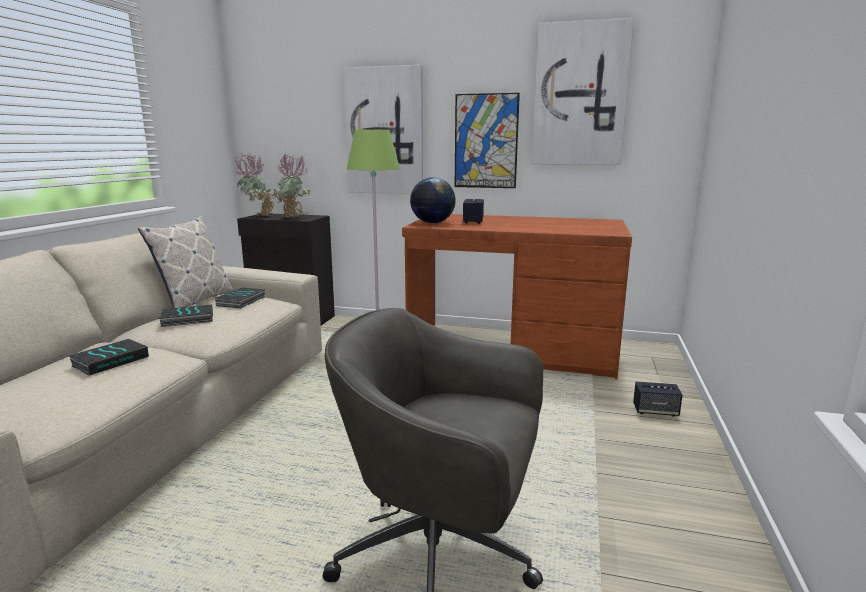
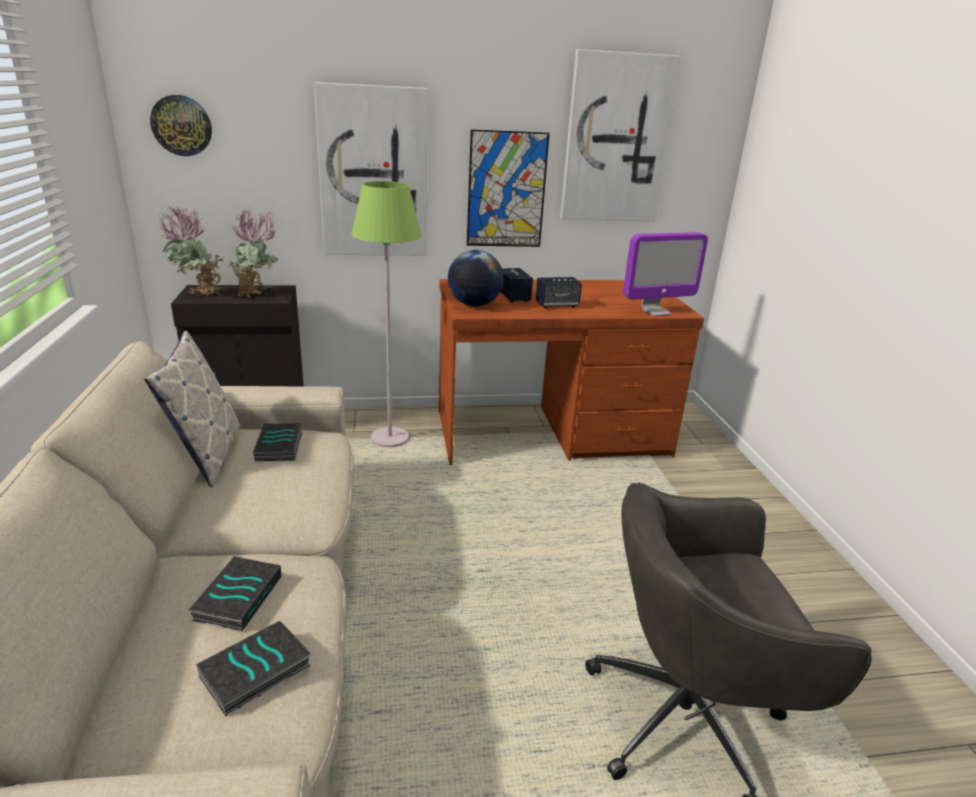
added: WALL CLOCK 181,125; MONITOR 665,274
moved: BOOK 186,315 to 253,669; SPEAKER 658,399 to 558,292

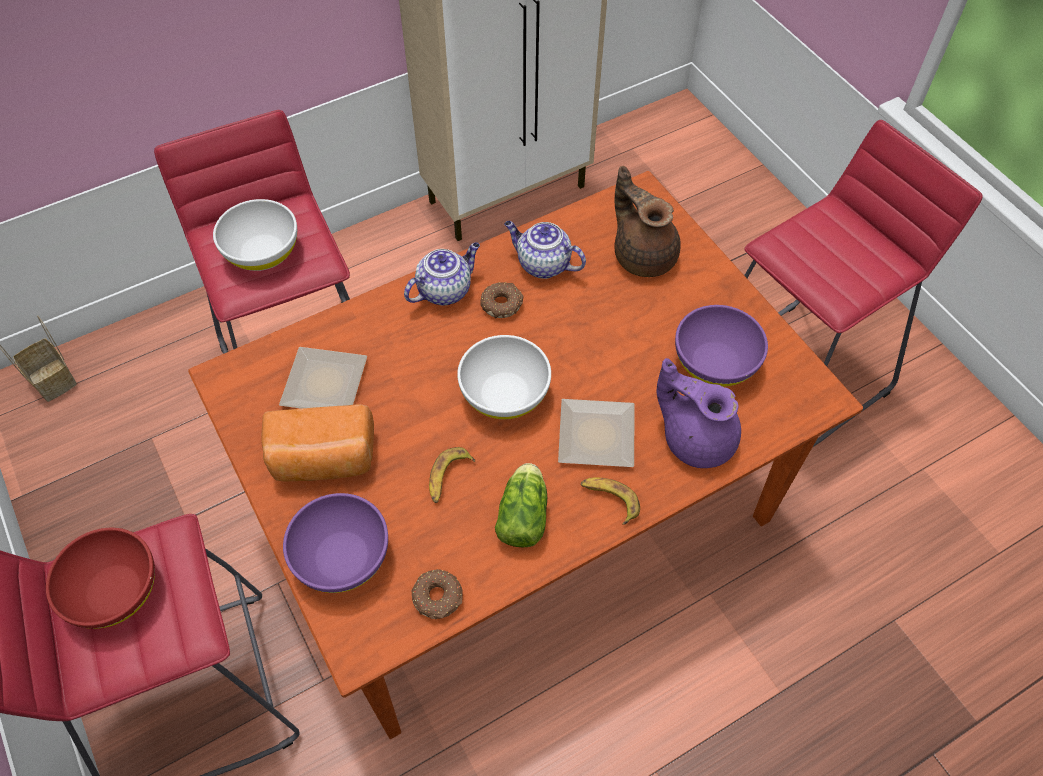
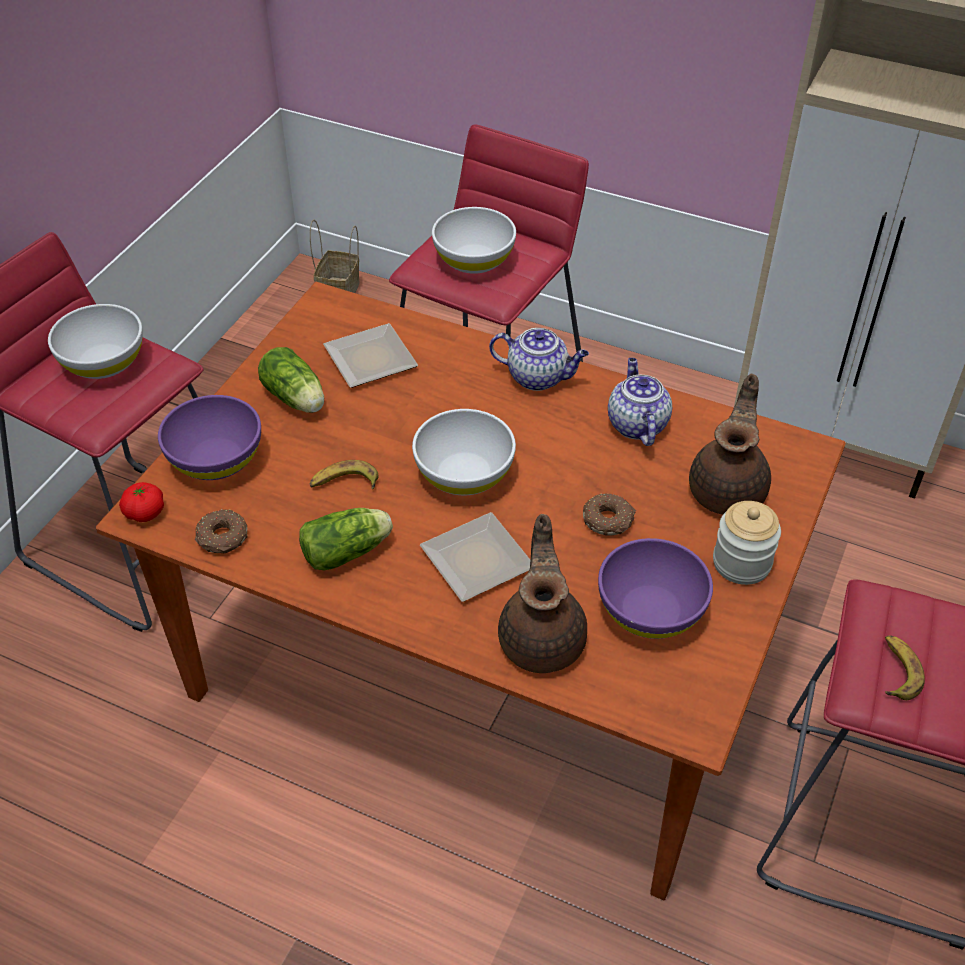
added: TOMATO 141,502; JAR 747,543
moved: DONUT 501,300 to 609,514; BANANA 610,501 to 905,667
replaced: BREAD 317,443 to LETTUCE 291,380
recoloured: PURPLE TEAPOT 699,413 to BROWN TEAPOT 542,593; RED BOWL 100,578 to WHITE BOWL 95,341

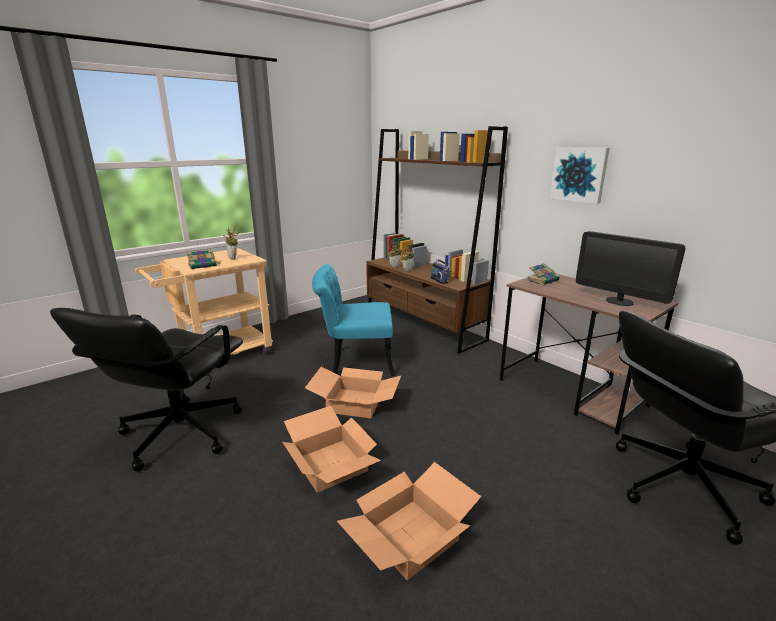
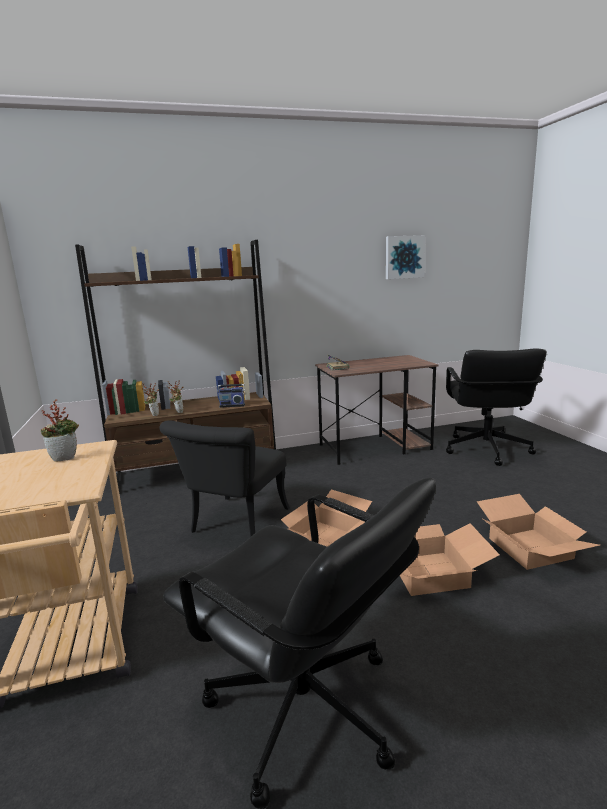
removed: MONITOR 630,268; BOOK 204,259
moved: PICTURE 580,175 to 405,257
recoloured: TURQUOISE CHAIR 353,320 to BLACK CHAIR 224,478

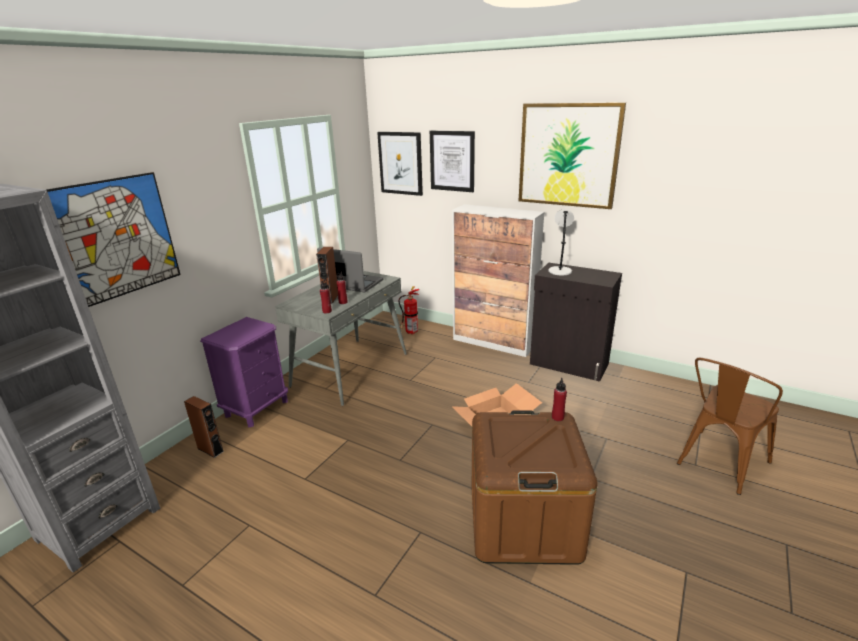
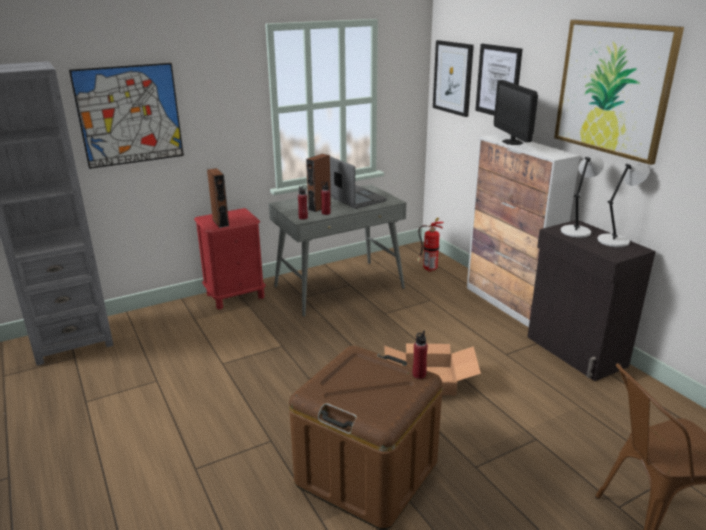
added: MONITOR 516,112; GREY TABLE LAMP 623,205
moved: BROWN SPEAKER 204,427 to 218,198
recoloured: PURPLE NIGHTSTAND 244,372 to RED NIGHTSTAND 230,259

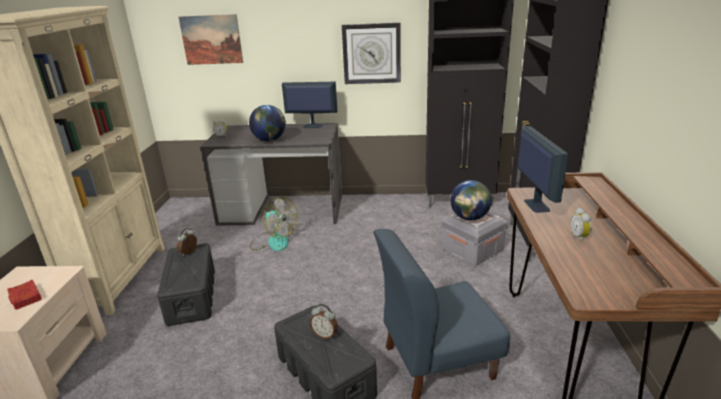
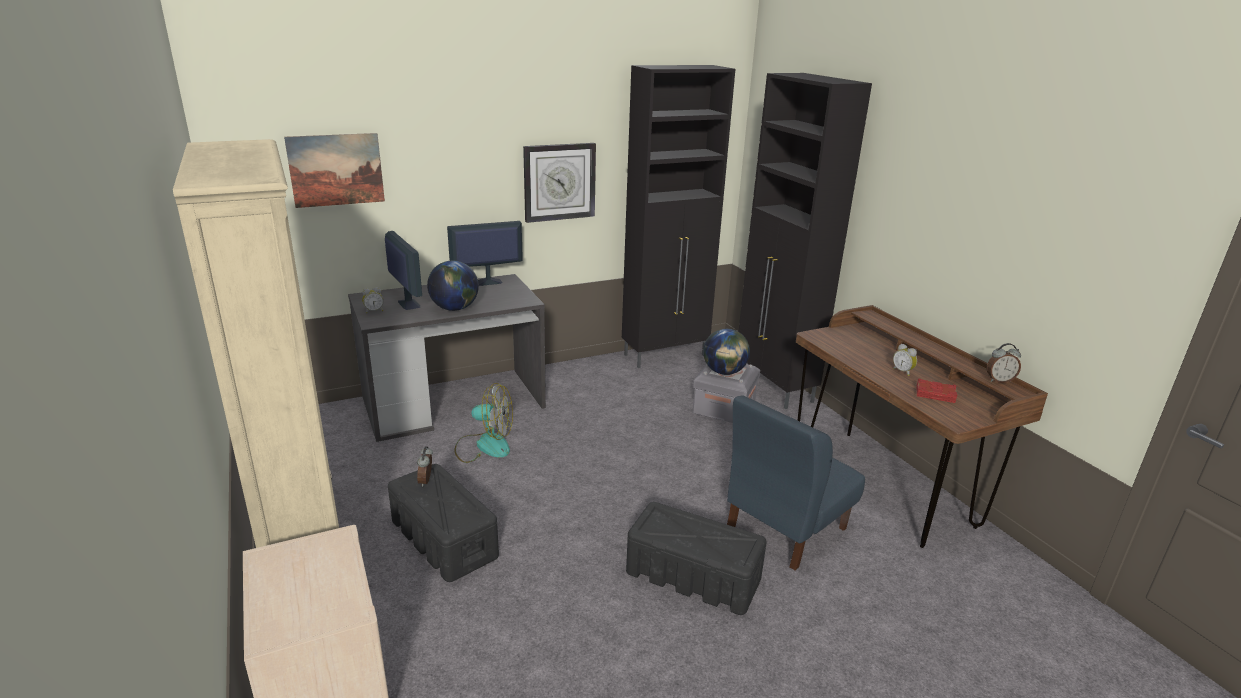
moved: MONITOR 543,169 to 403,270; RED BOOK 24,295 to 937,390; ALARM CLOCK 324,321 to 1004,363

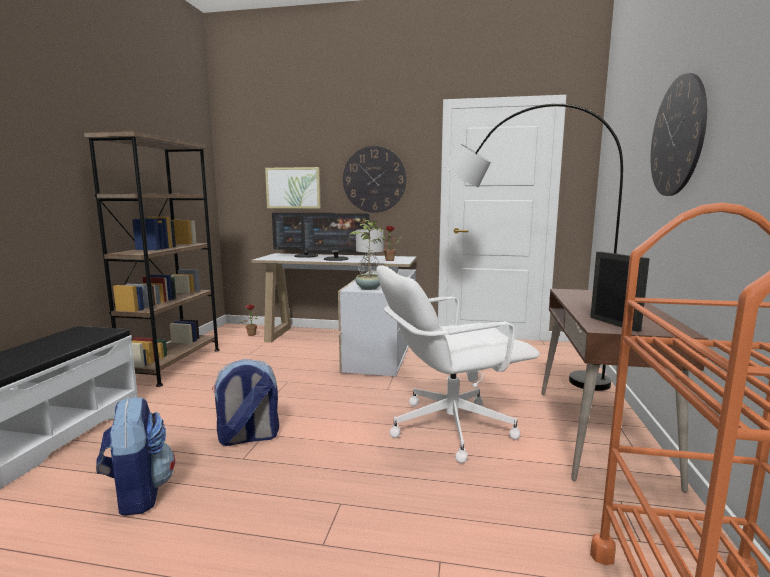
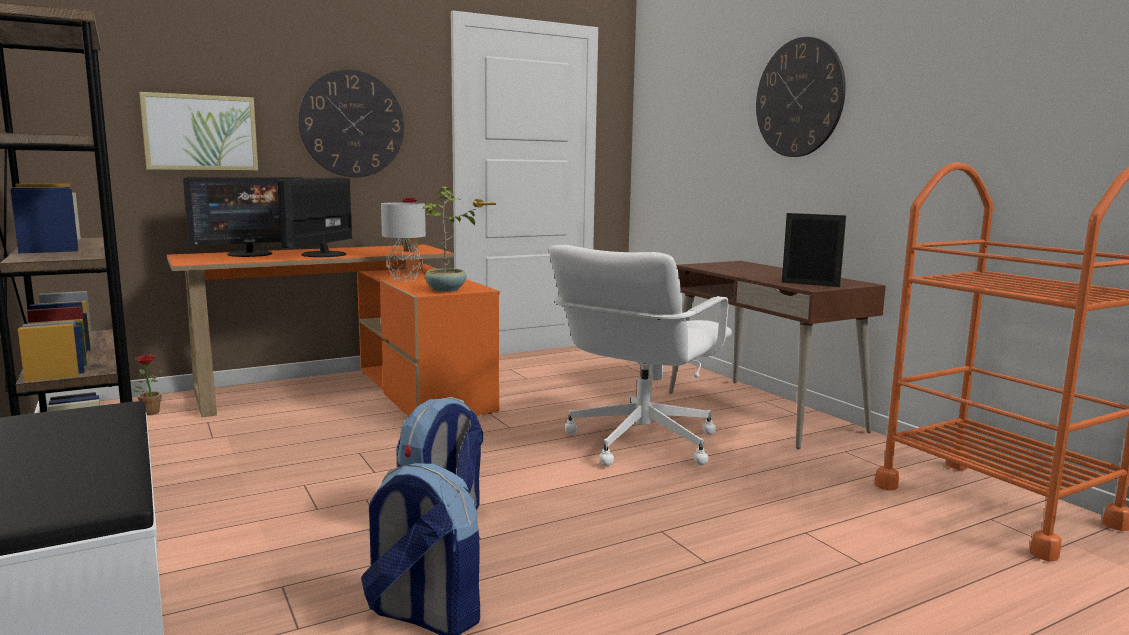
removed: GREY FLOOR LAMP 533,247
recoloured: WHITE DESK 334,314 to ORANGE DESK 333,330
turned: MONITOR 335,237 = 315,217 150 degrees clockwise

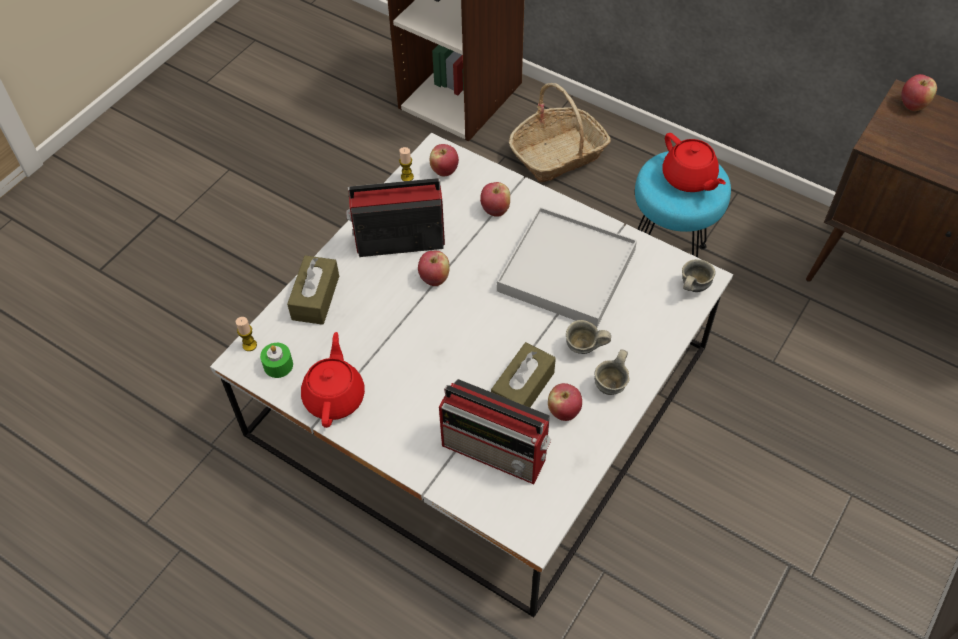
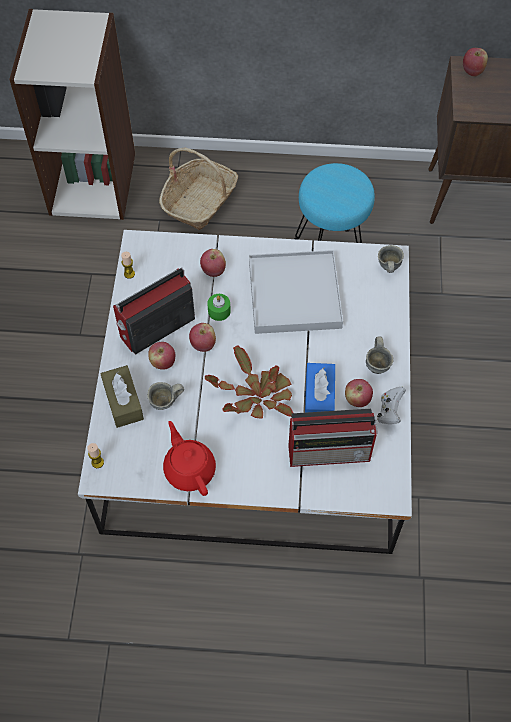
removed: RED TEAPOT 694,162
added: POTTED PLANT 249,382; WHITE GAME CONTROLLER 391,405
moved: APPLE 444,160 to 161,356; GREY MUG 588,337 to 165,396; GREEN CANDLE 276,360 to 219,307
recoloured: BROWN TISSUE BOX 523,374 to BLUE TISSUE BOX 320,388

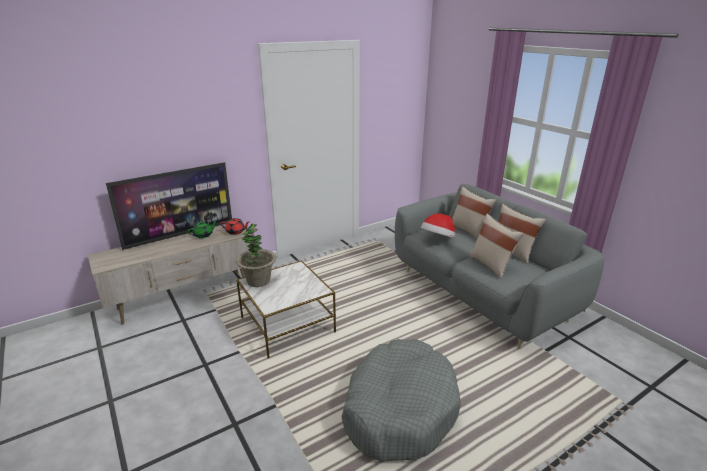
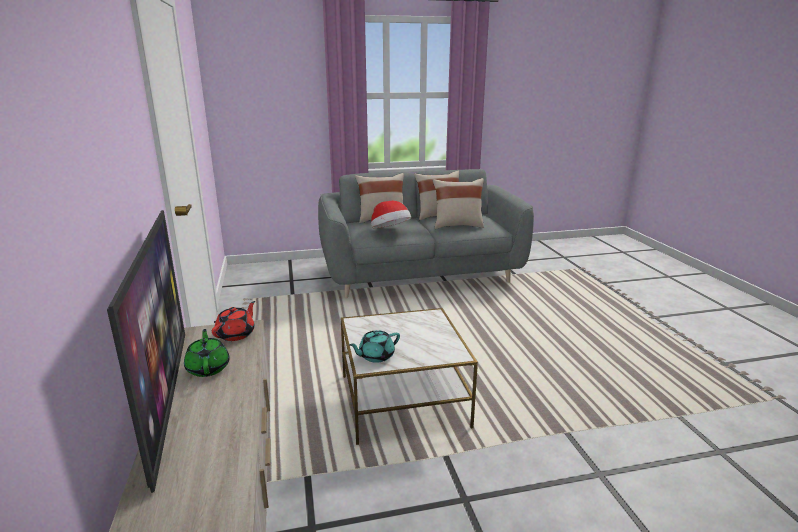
removed: GREY DOG BED 401,400
replaced: POTTED PLANT 256,255 to TURQUOISE TEAPOT 374,346

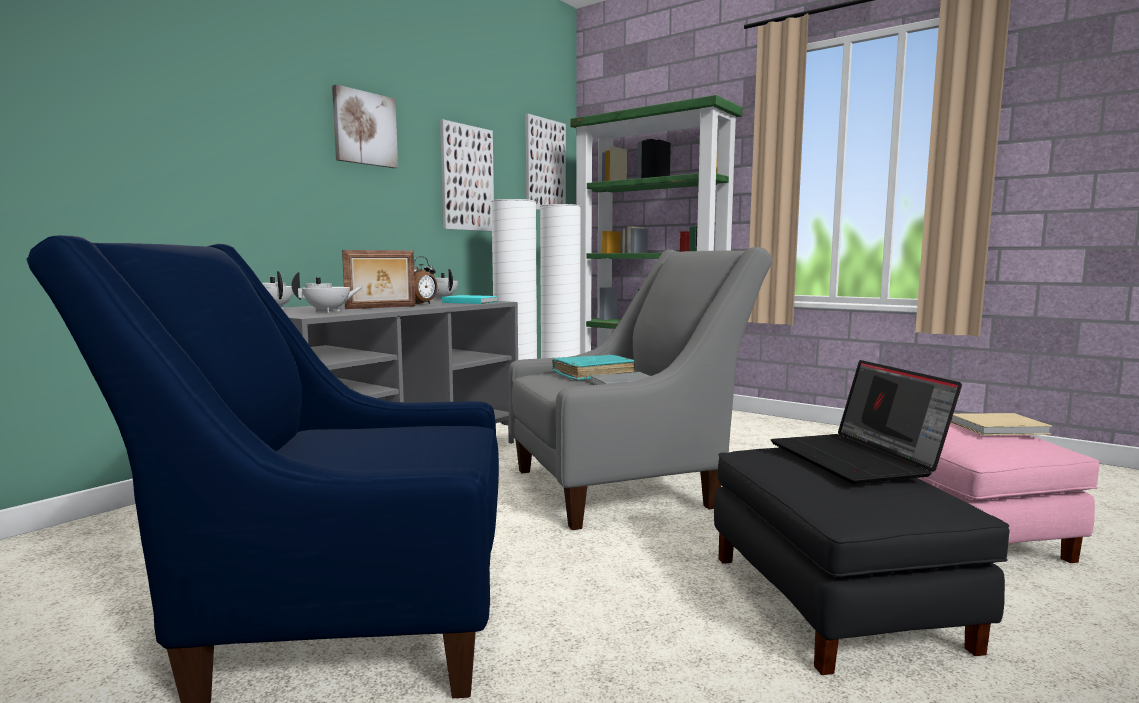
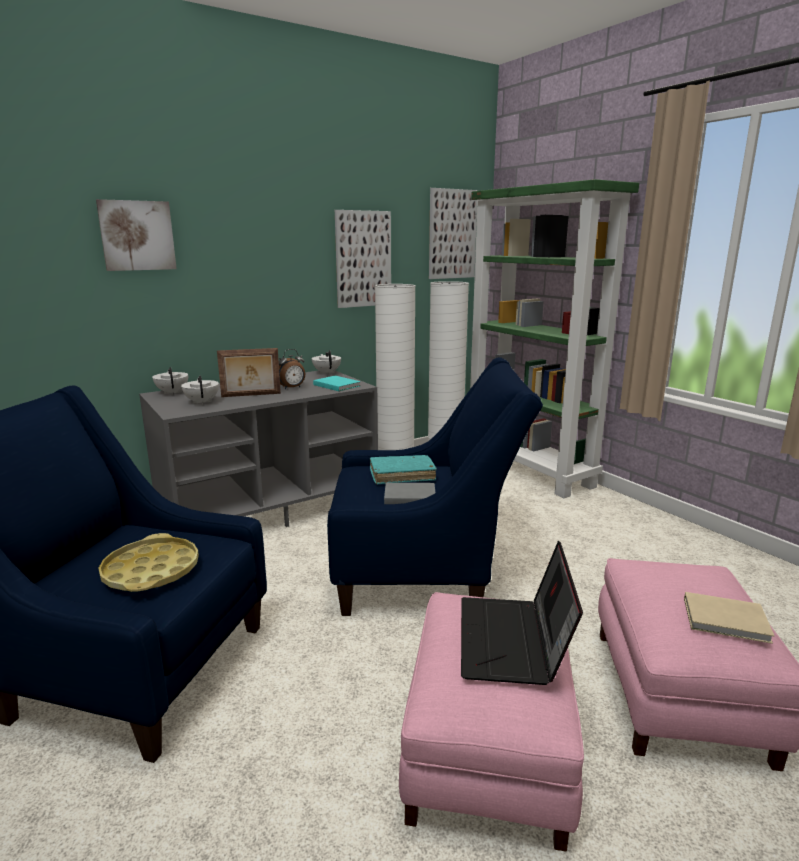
added: YELLOW TRAY 148,562
moved: PICTURE 365,126 to 136,235
recoloured: GREY ARMCHAIR 640,388 to BLUE ARMCHAIR 435,486; BLACK OTTOMAN 862,561 to PINK OTTOMAN 491,721
turned: WHITE TEAPOT 327,292 = 200,390 105 degrees counterclockwise

